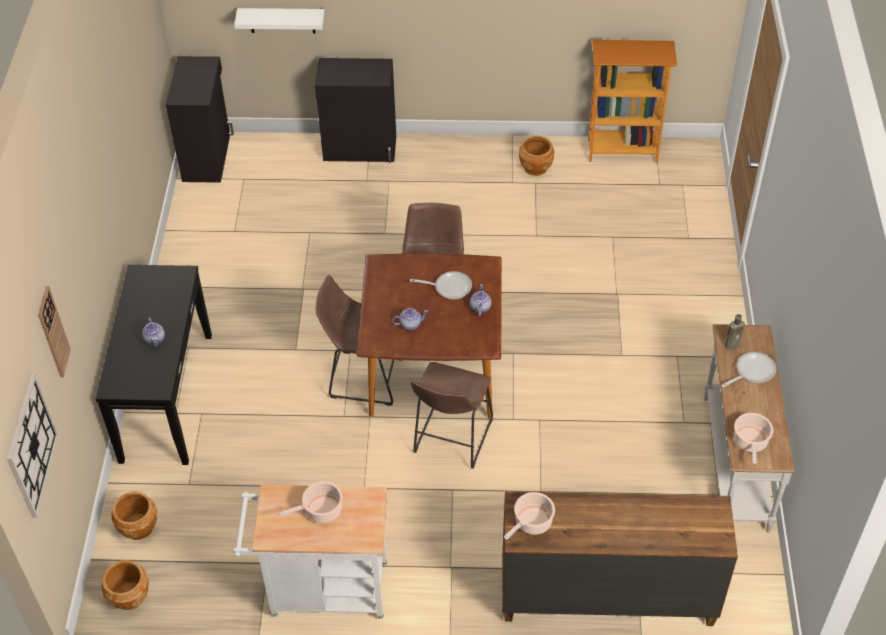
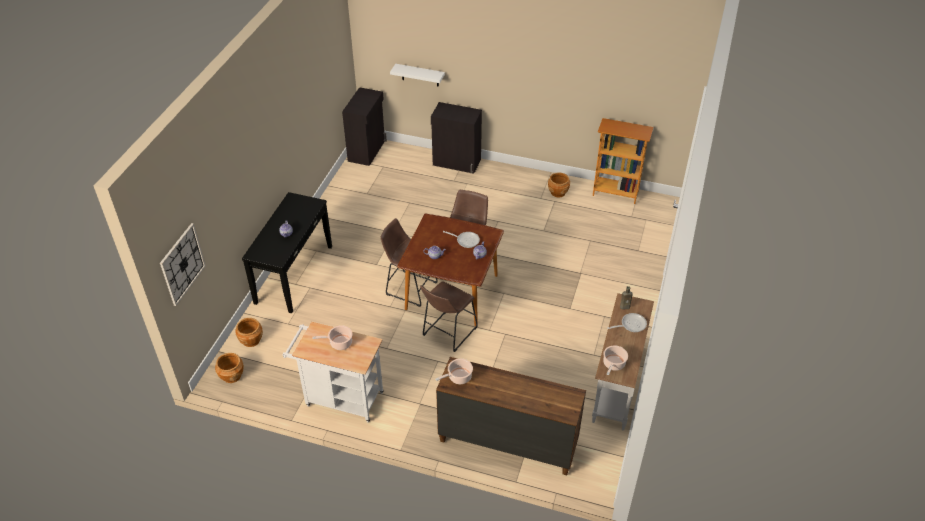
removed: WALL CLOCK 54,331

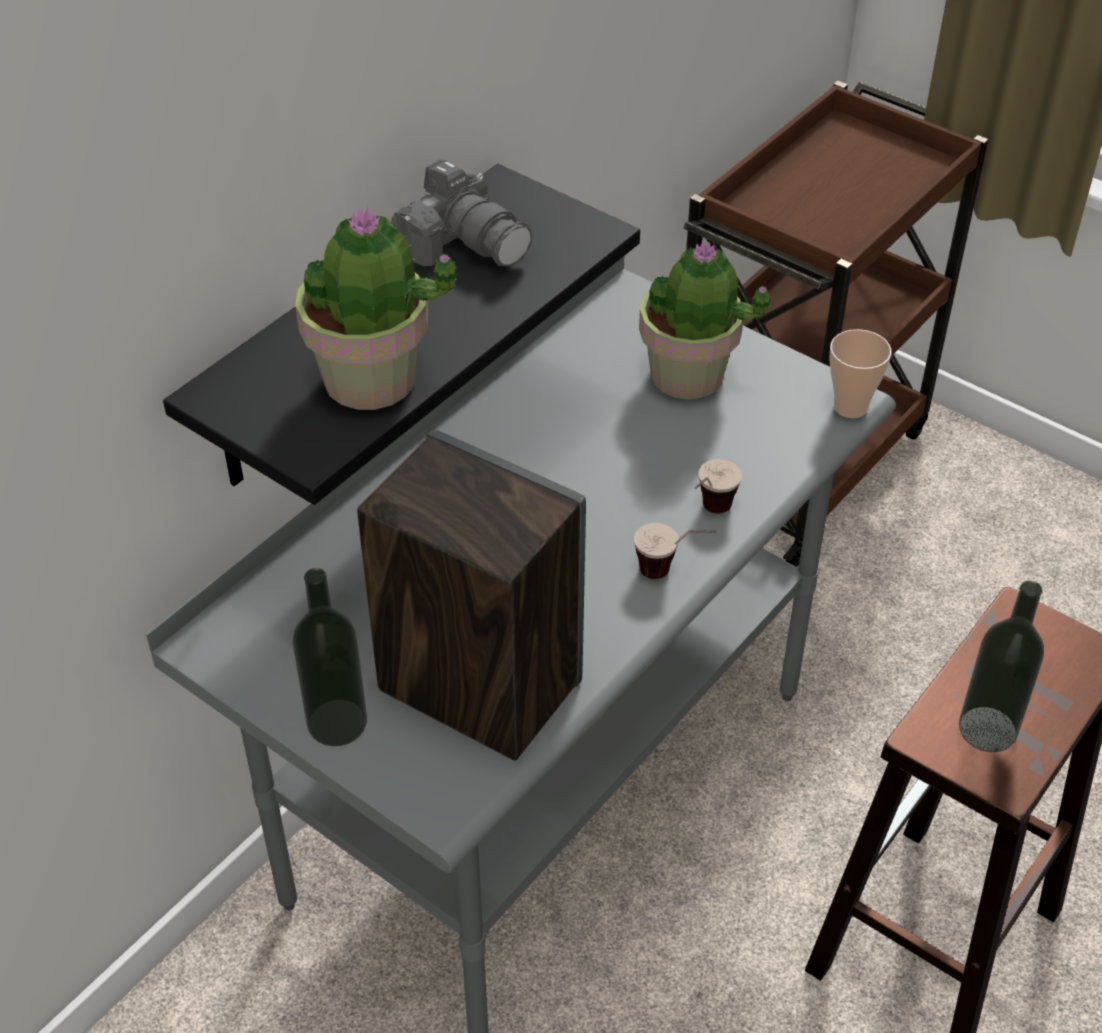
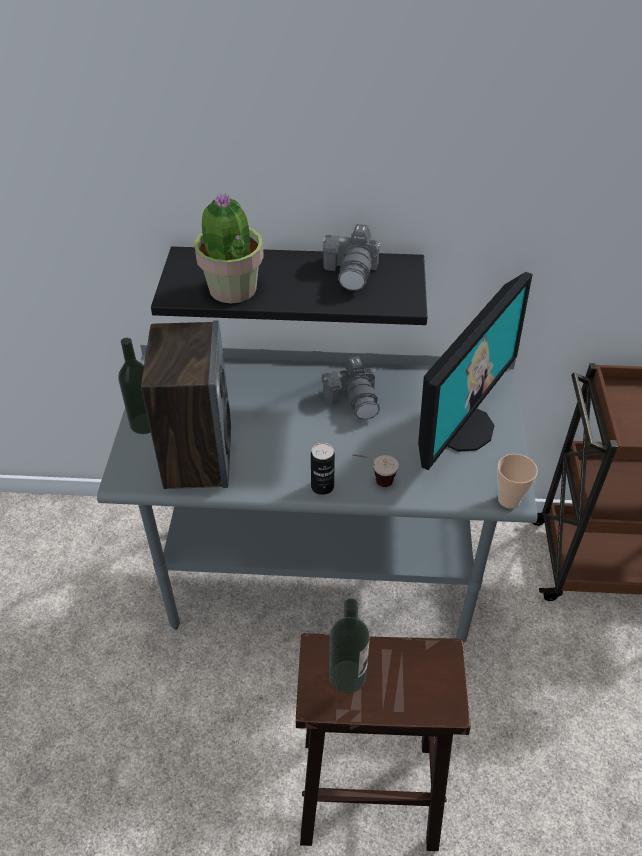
added: PHOTO CAMERA 351,388
replaced: POTTED PLANT 705,319 to MONITOR 475,371; CUP 675,551 to CAN 323,469

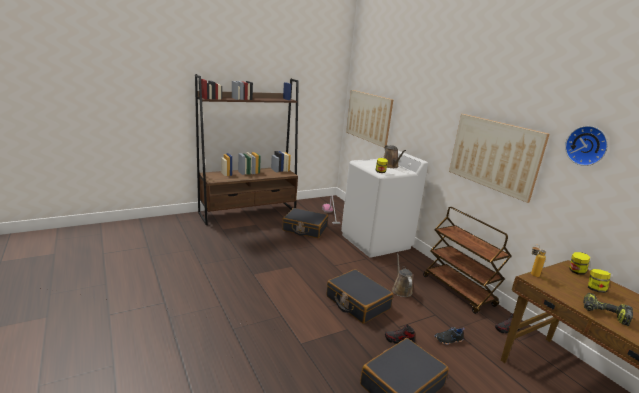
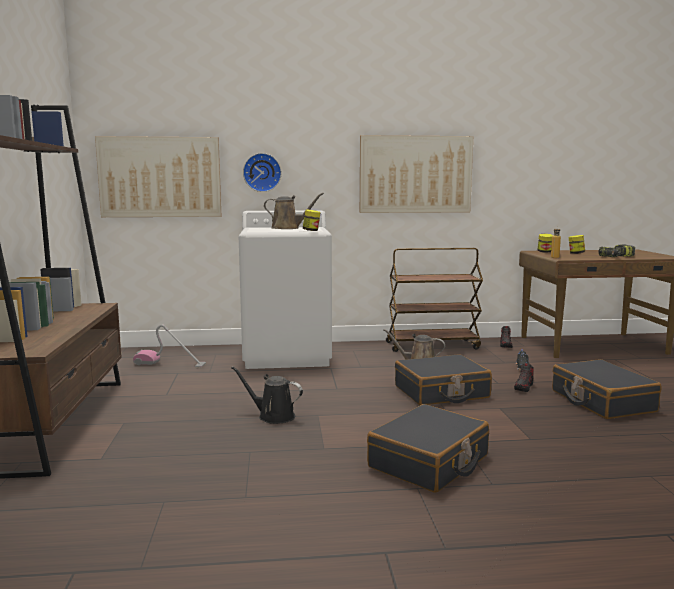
added: BLACK WATERING CAN 267,395
moved: WALL CLOCK 586,146 to 262,172; BLACK SUITCASE 305,223 to 428,448

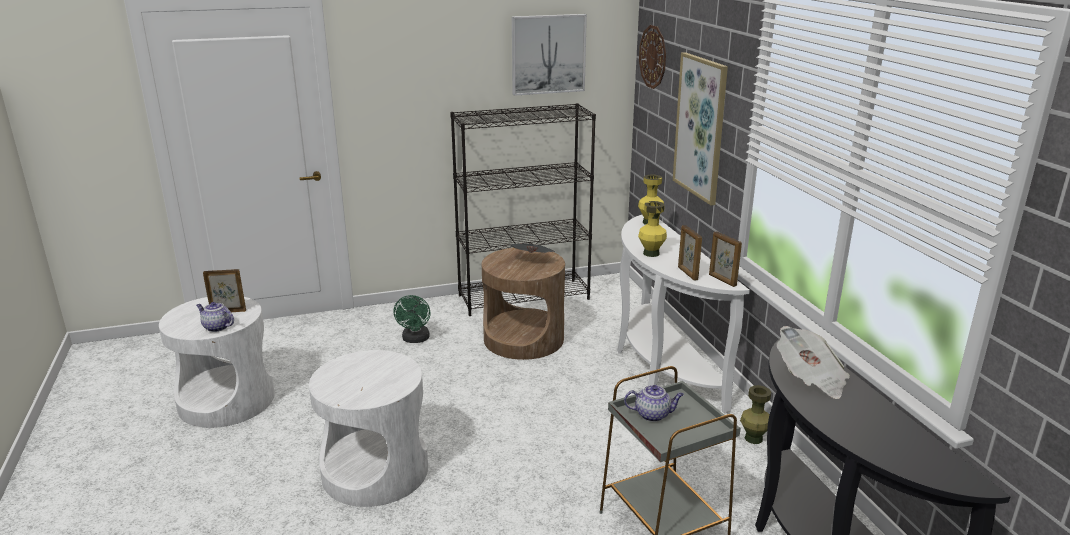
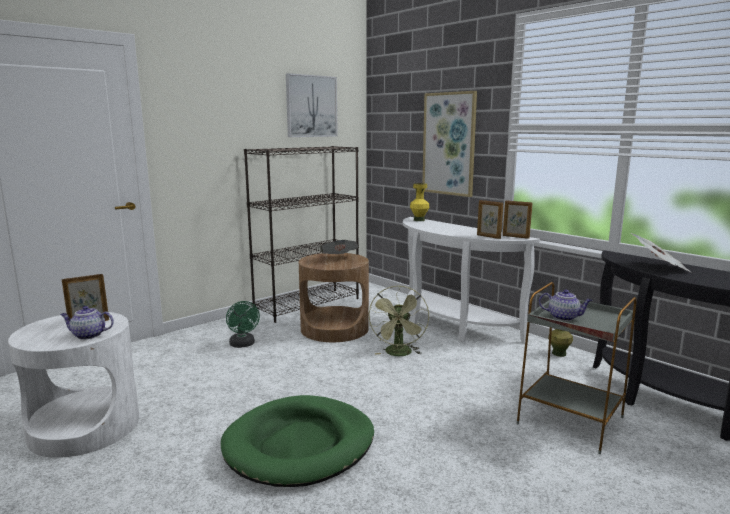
removed: WALL CLOCK 652,57; YELLOW VASE 652,229
added: GREEN FAN 399,320
replaced: WHITE SIDE TABLE 368,428 to GREEN DOG BED 297,441
turned: TEAPOT 654,403 = 565,305 45 degrees clockwise

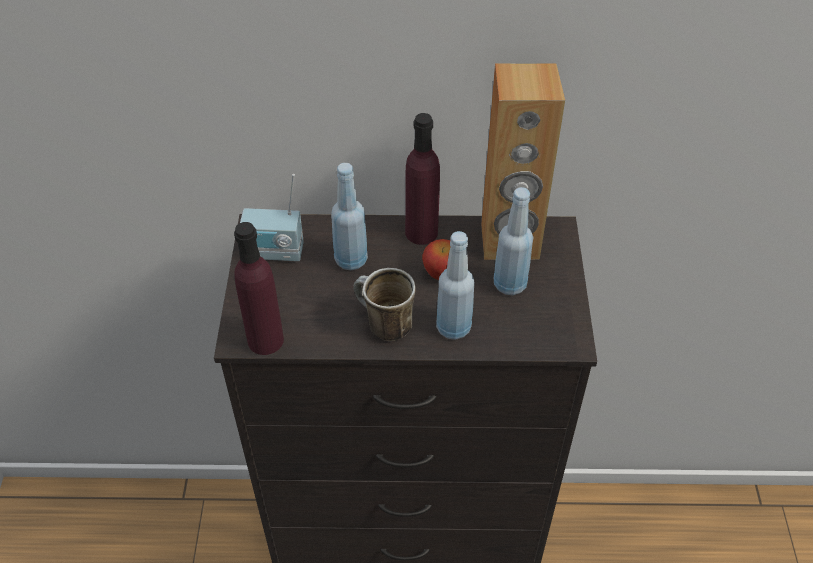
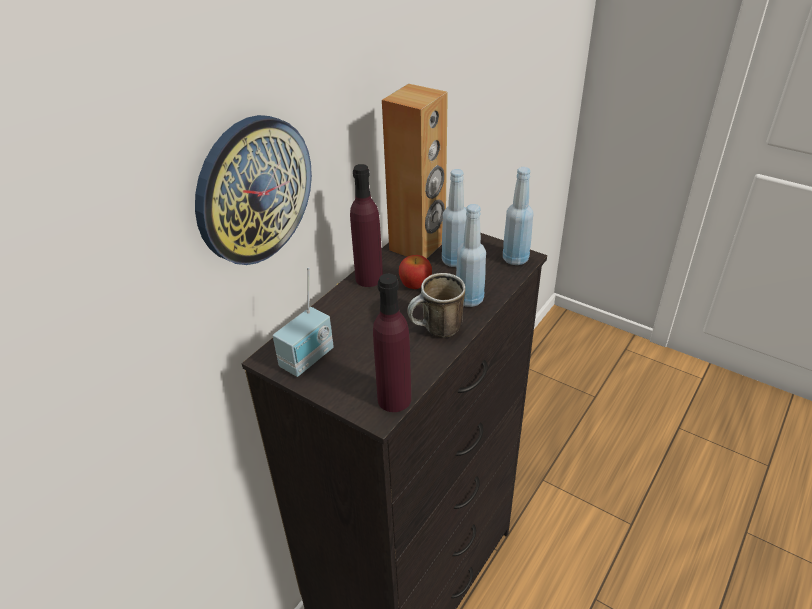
added: WALL CLOCK 253,190
moved: BLUE BOTTLE 349,216 to 518,216

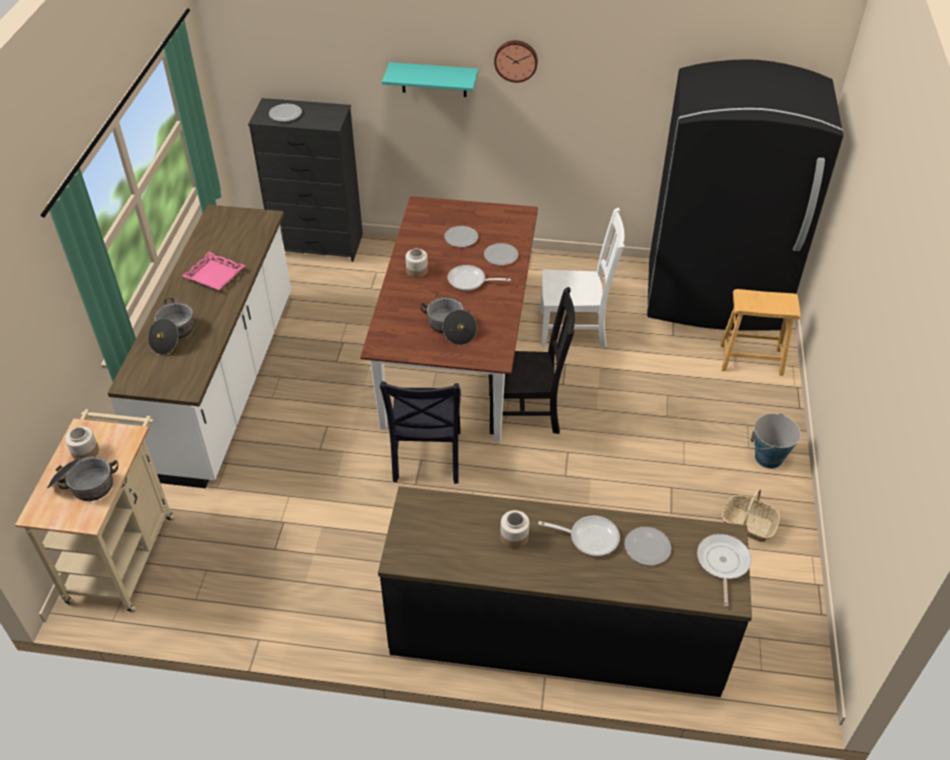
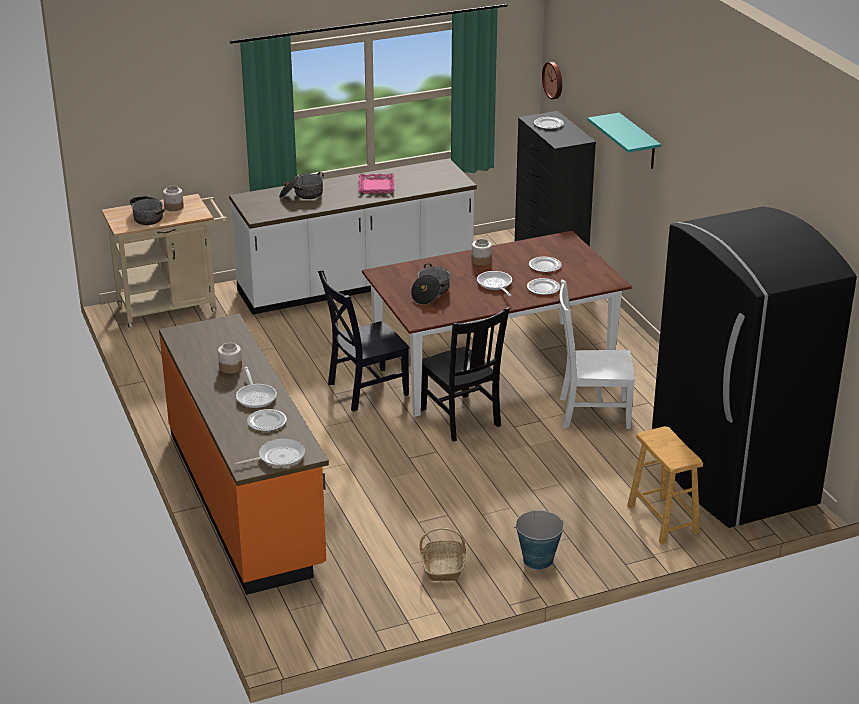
moved: WALL CLOCK 516,61 to 552,81
recoloured: BLACK COUNTER 565,591 to ORANGE COUNTER 244,454
turned: WHITE CHAIR 582,278 = 597,354 120 degrees clockwise

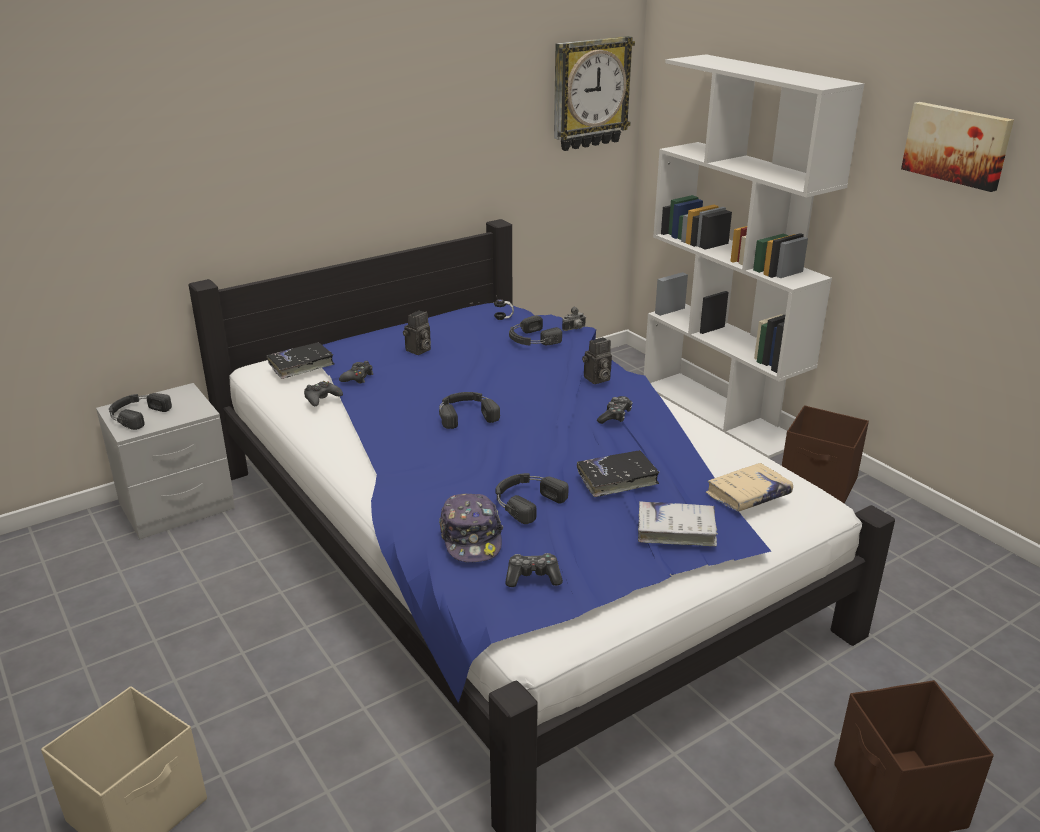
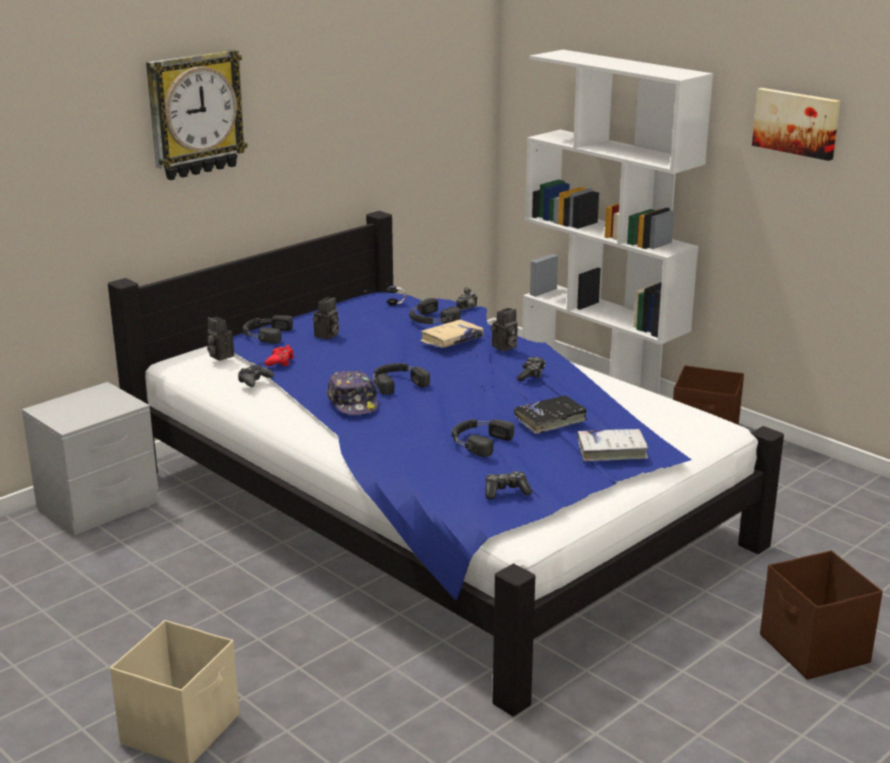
moved: WALL CLOCK 594,93 to 197,115; BLACK HEADPHONES 140,411 to 268,329; BEIGE BOOK 749,487 to 452,334; CAP 471,528 to 353,393
replaced: BLACK BOOK 300,360 to PHOTO CAMERA 220,339
recoloured: BLACK GAME CONTROLLER 356,372 to RED GAME CONTROLLER 279,355

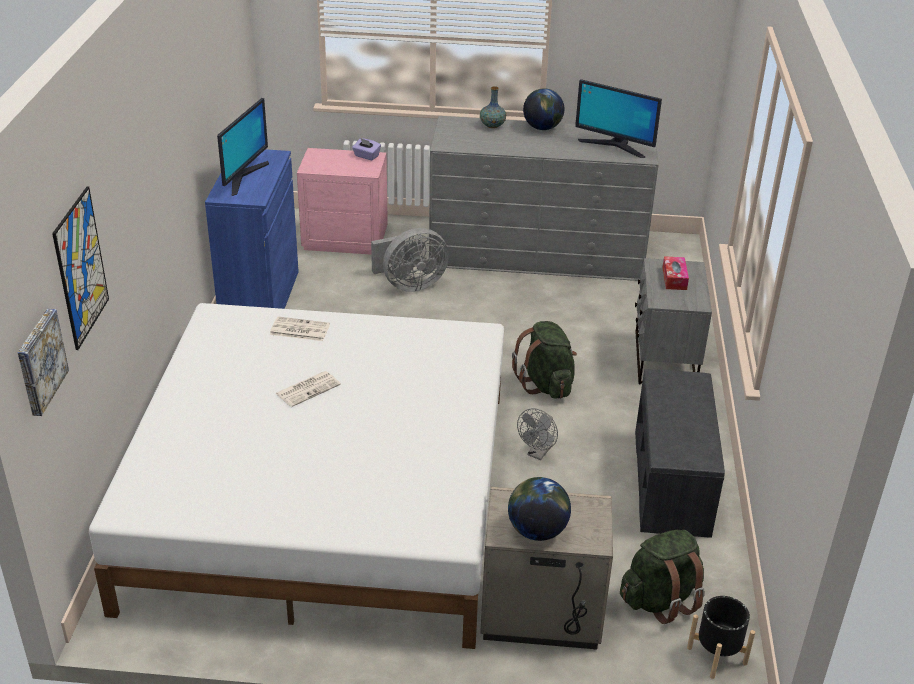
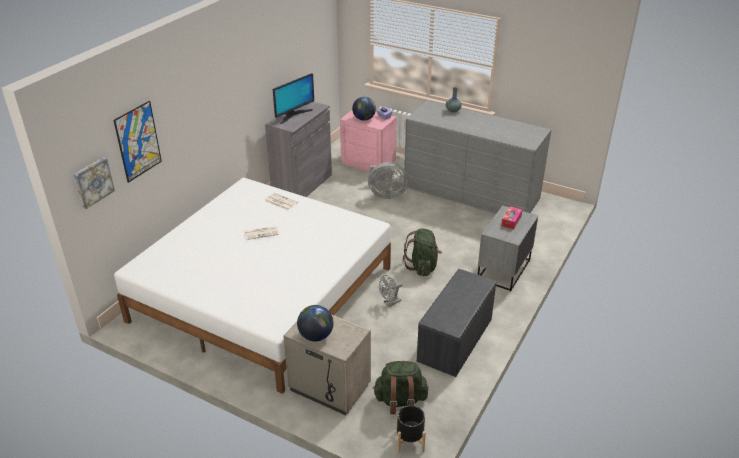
removed: MONITOR 618,118
moved: GLOBE 543,109 to 364,109
recoloured: BLUE CABINET 252,229 to GREY CABINET 298,149

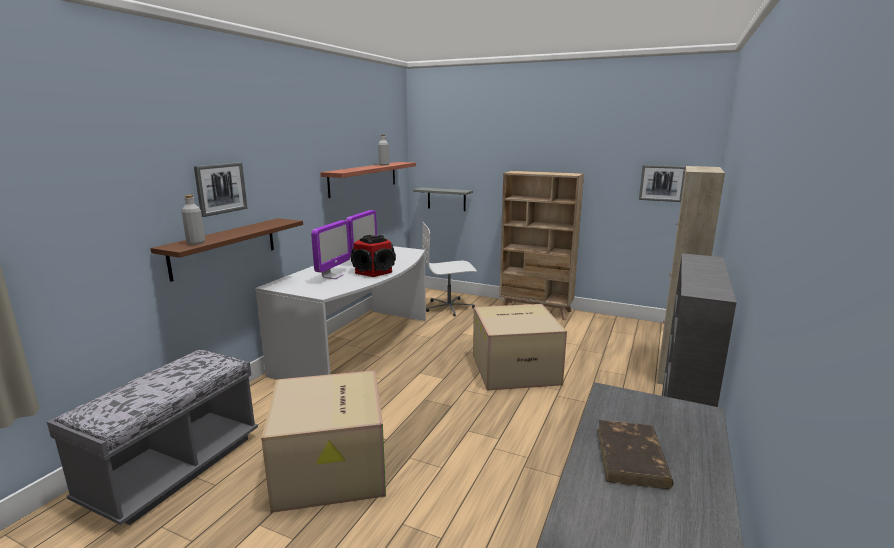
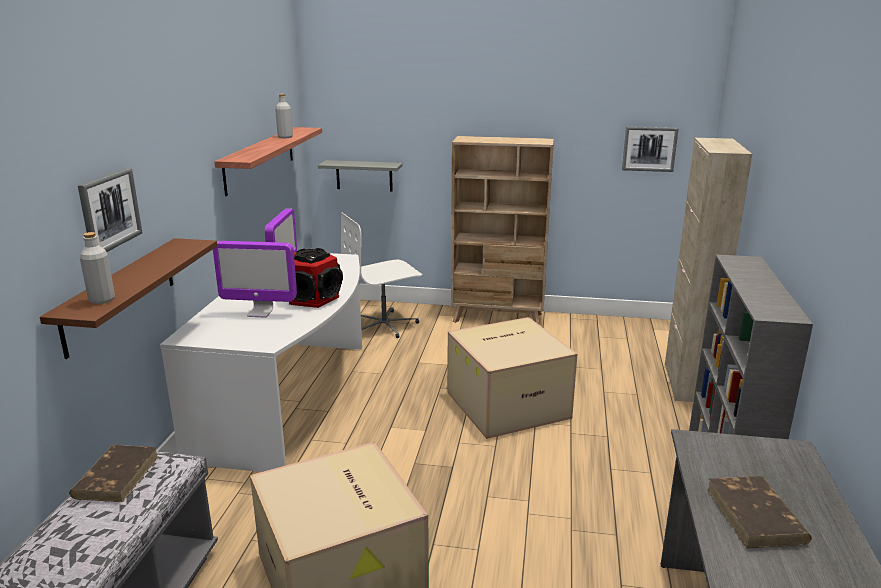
added: BROWN BOOK 113,473
turned: MONITOR 330,249 = 255,279 90 degrees clockwise

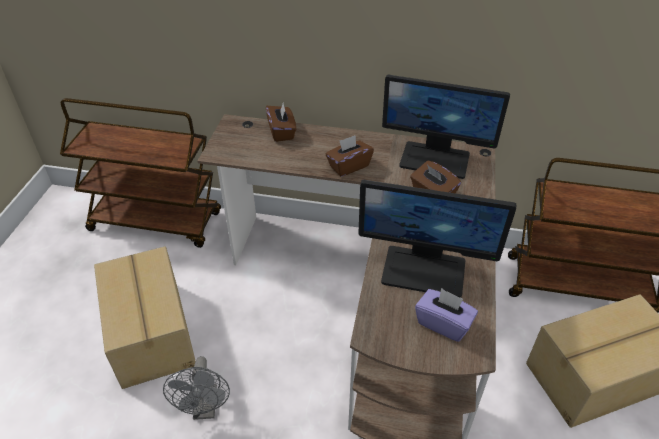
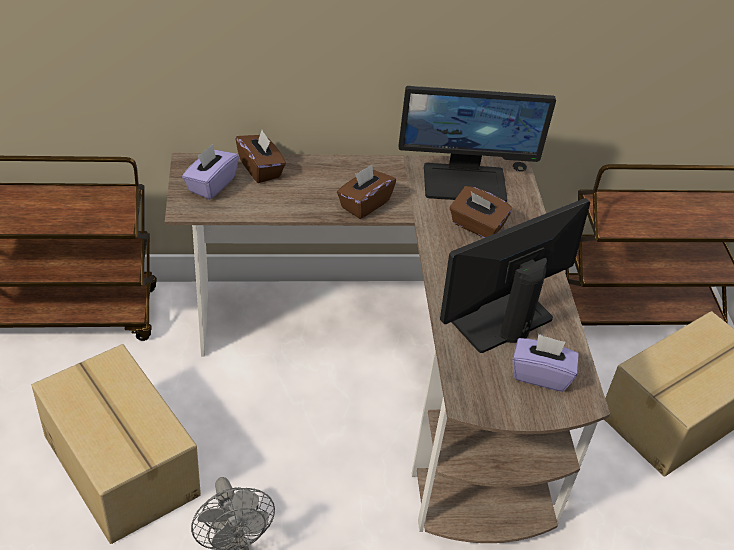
added: PURPLE TISSUE BOX 210,172
turned: MONITOR 437,239 = 515,275 150 degrees clockwise

